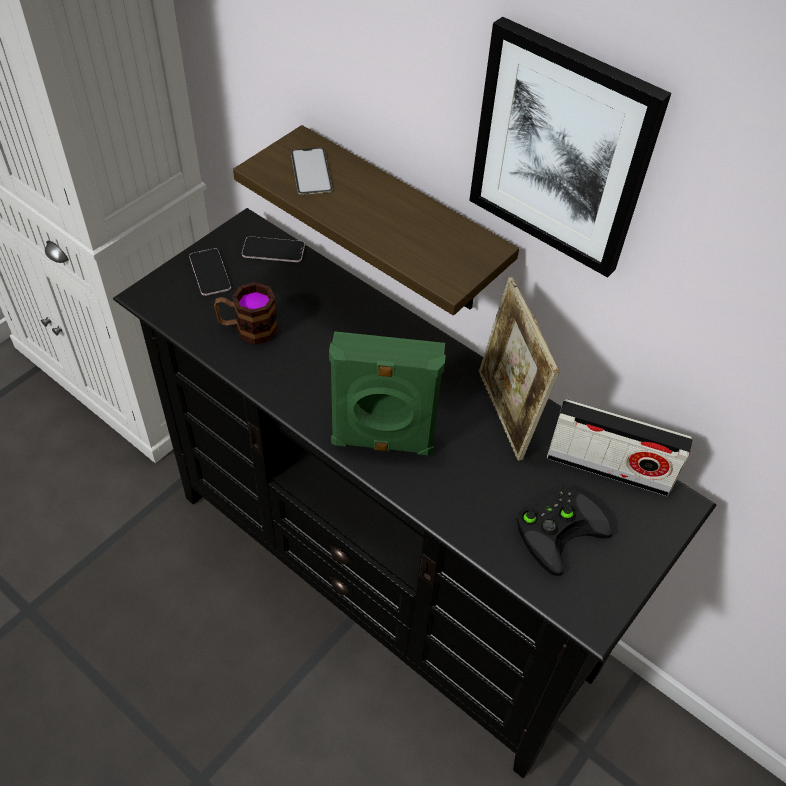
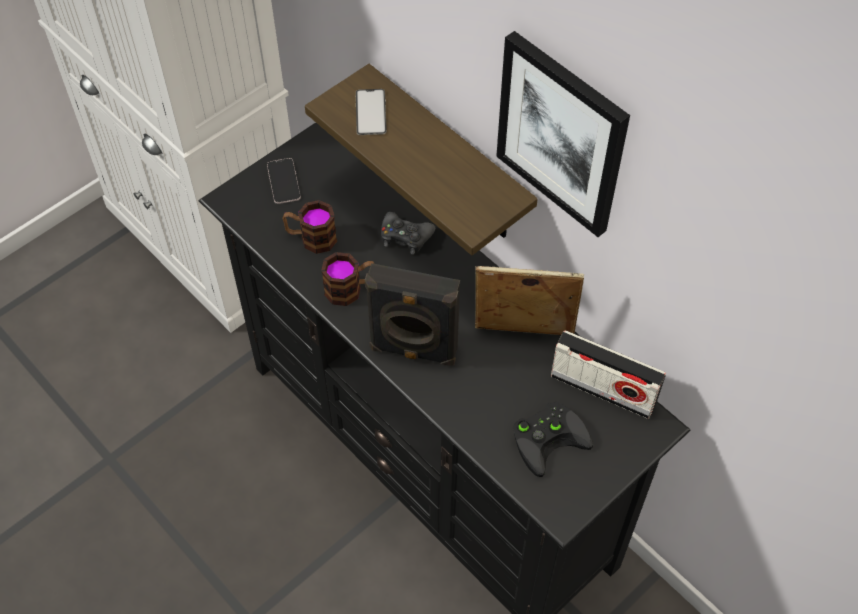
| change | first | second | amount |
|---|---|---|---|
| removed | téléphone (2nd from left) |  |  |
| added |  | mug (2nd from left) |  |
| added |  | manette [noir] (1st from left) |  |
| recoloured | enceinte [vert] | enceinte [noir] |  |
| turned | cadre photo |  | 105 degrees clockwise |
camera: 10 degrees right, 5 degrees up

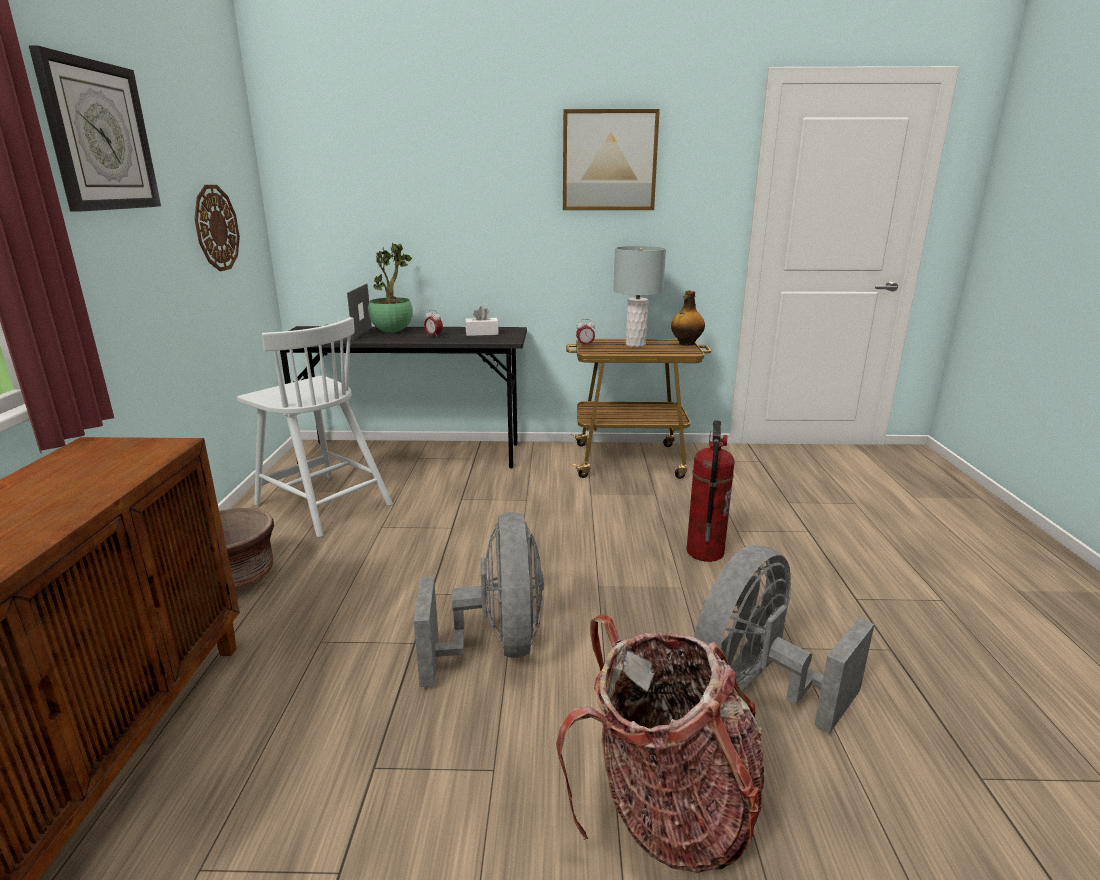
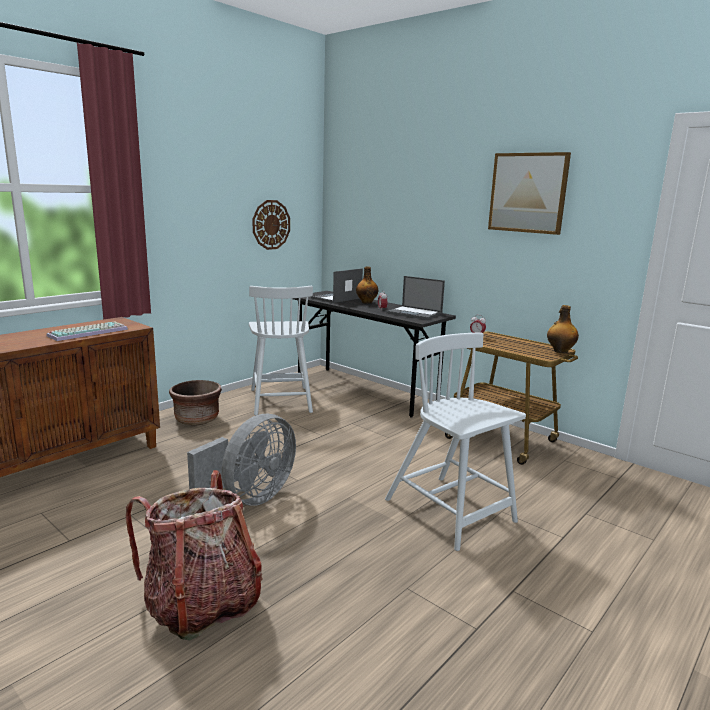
| change | first | second | amount |
|---|---|---|---|
| removed | horloge murale (1st from left) |  |  |
| removed | lampe de table [gris] |  |  |
| removed | ventilateur [gris] (2nd from left) |  |  |
| added |  | clavier |  |
| replaced | plante en pot | bouteille (1st from left) |  |
| replaced | boîte à mouchoirs [blanc] | ordinateur portable (2nd from left) |  |
| replaced | extincteur | chaise [blanc] (2nd from left) |  |
camera: 40 degrees right, 5 degrees down

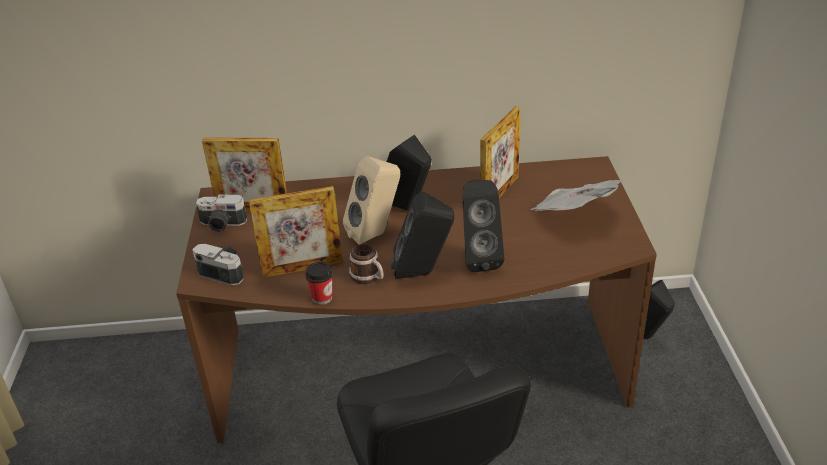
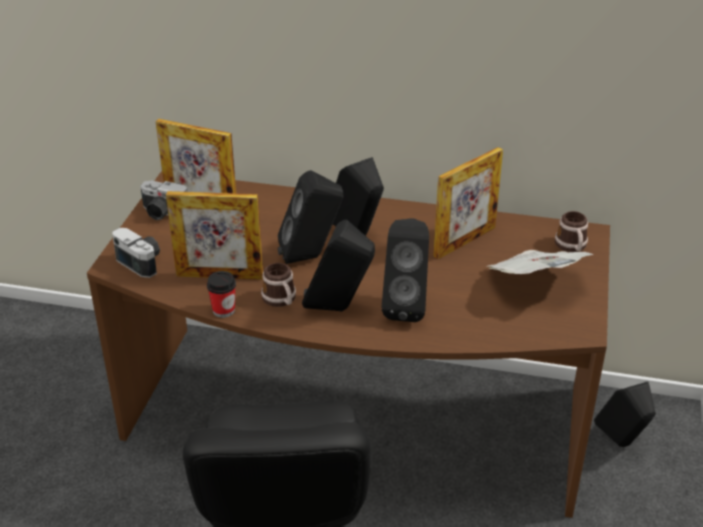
| change | first | second | amount |
|---|---|---|---|
| added |  | mug (2nd from left) |  |
| recoloured | enceinte [beige] | enceinte [noir] (1st from left) |  |
camera: 15 degrees right, 0 degrees up

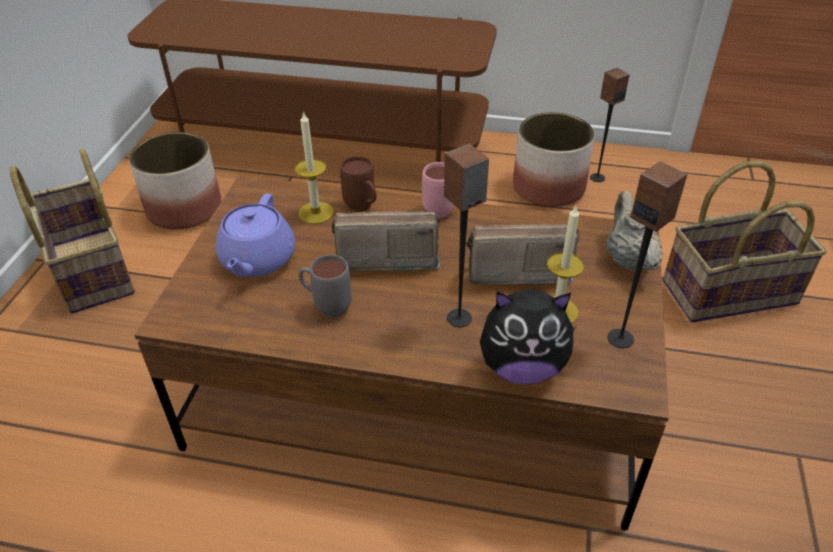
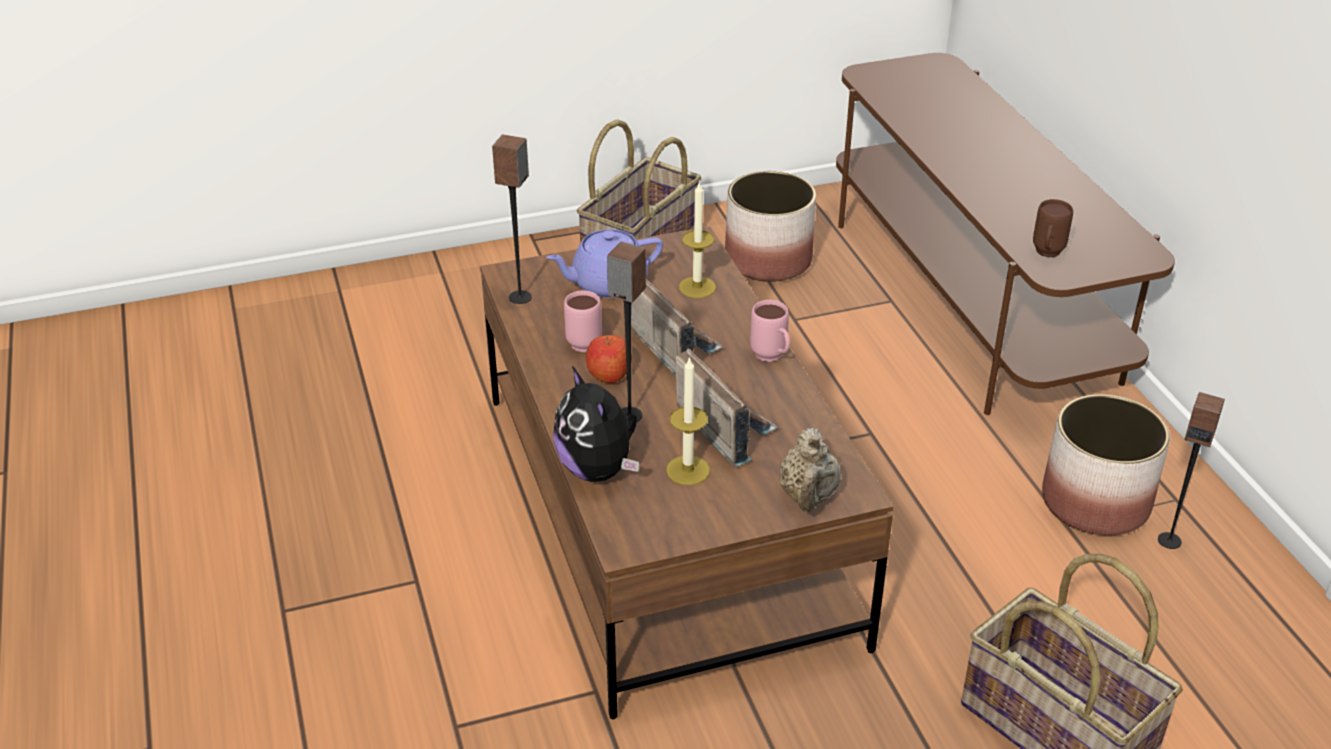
| change | first | second | amount |
|---|---|---|---|
| added |  | pomme |  |
| moved | mug [marron] |  |  |
| moved | enceinte (3rd from left in the first image) | enceinte (1st from left) |  |
| recoloured | mug [gris] | mug [rose] (1st from left) |  |
| turned | théière [beige] |  | 135 degrees clockwise |
camera: 60 degrees right, 5 degrees down

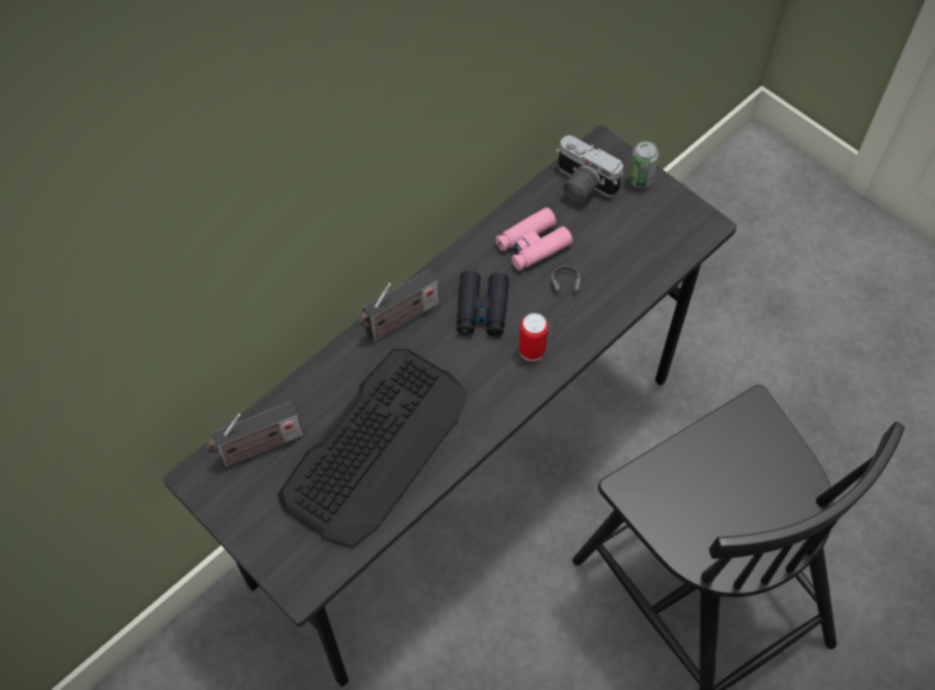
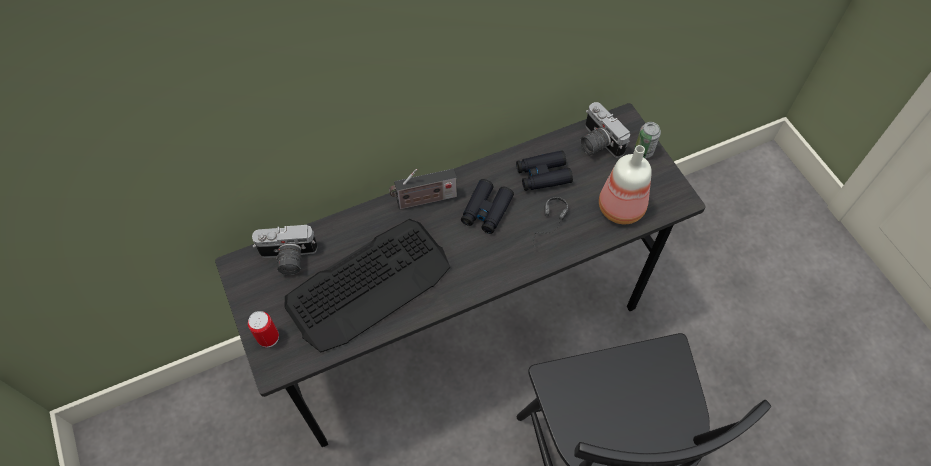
| change | first | second | amount |
|---|---|---|---|
| added |  | bouteille |  |
| moved | boîte métallique (1st from left) |  |  |
| replaced | radio (1st from left) | appareil photo (1st from left) |  |
| recoloured | jumelles [rose] | jumelles [noir] (2nd from left) |  |
camera: 20 degrees right, 0 degrees up

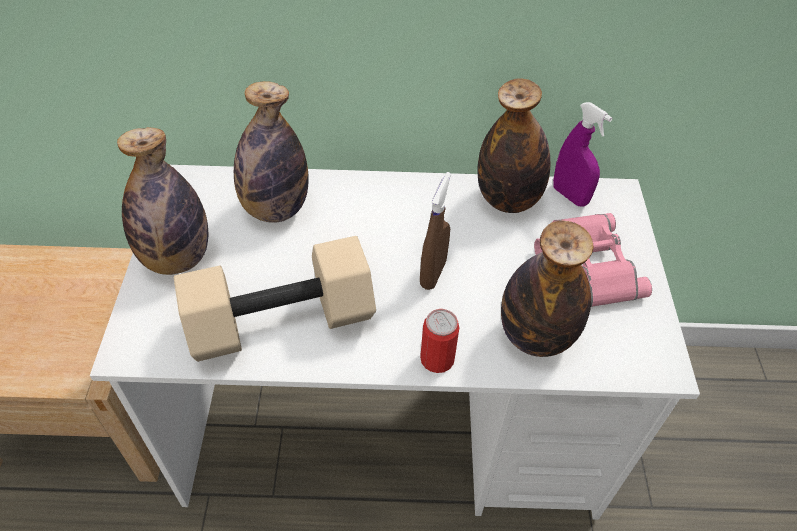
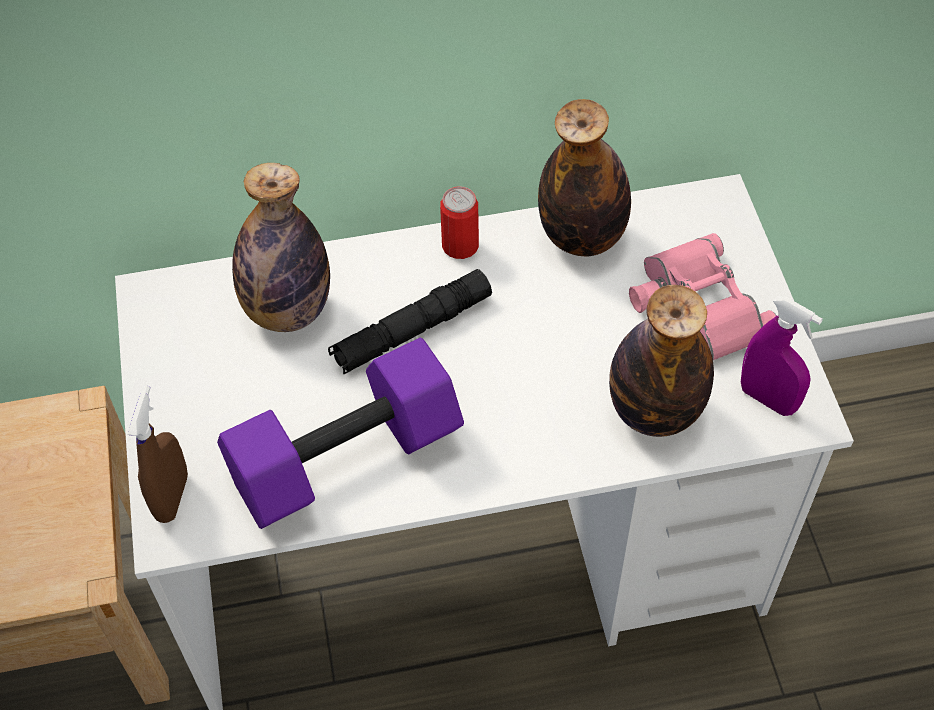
| change | first | second | amount |
|---|---|---|---|
| removed | bouteille (1st from left) |  |  |
| added |  | lampe de poche [noir] |  |
| moved | vaporisateur [marron] |  |  |
| moved | boîte métallique |  |  |
| moved | vaporisateur [violet] |  |  |
| recoloured | haltère [beige] | haltère [violet] |  |
camera: 10 degrees left, 5 degrees up

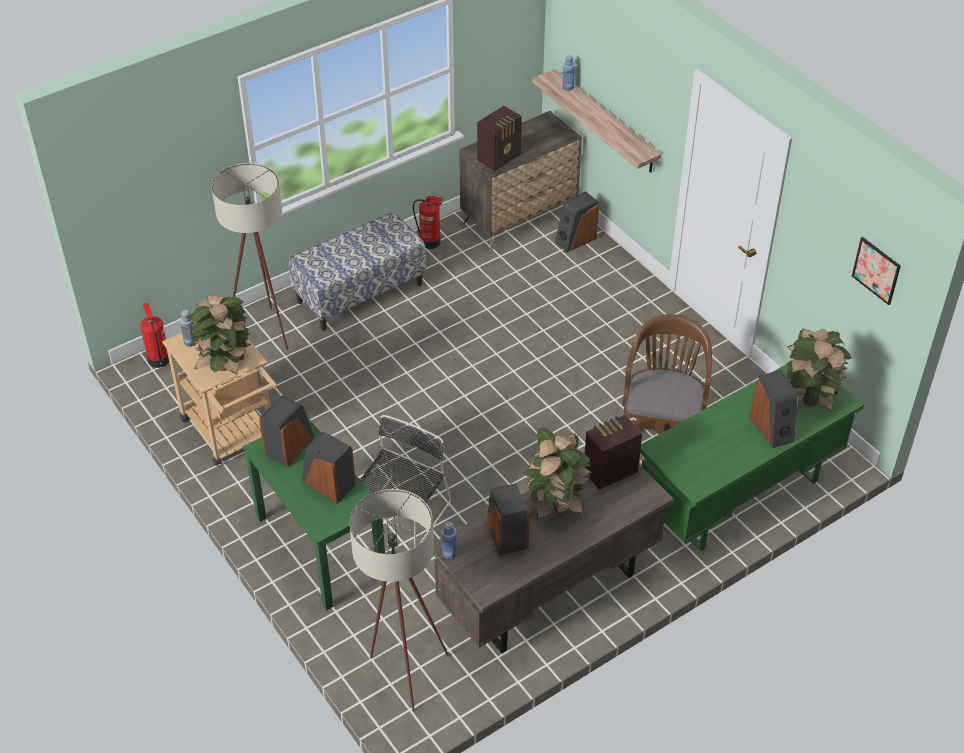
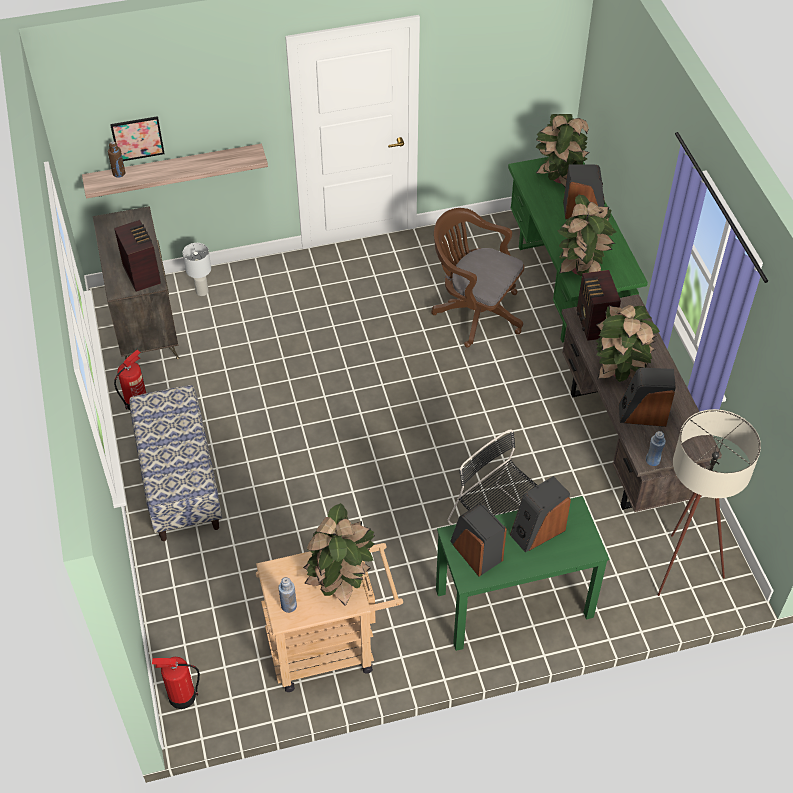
| change | first | second | amount |
|---|---|---|---|
| removed | lampadaire [beige] (1st from left) |  |  |
| added |  | plante en pot (3rd from left) |  |
| moved | tableau |  |  |
| replaced | enceinte (4th from left) | lampe de table [blanc] |  |
| recoloured | bouteille [bleu] (3rd from left) | bouteille [marron] |  |
camera: 70 degrees left, 5 degrees up

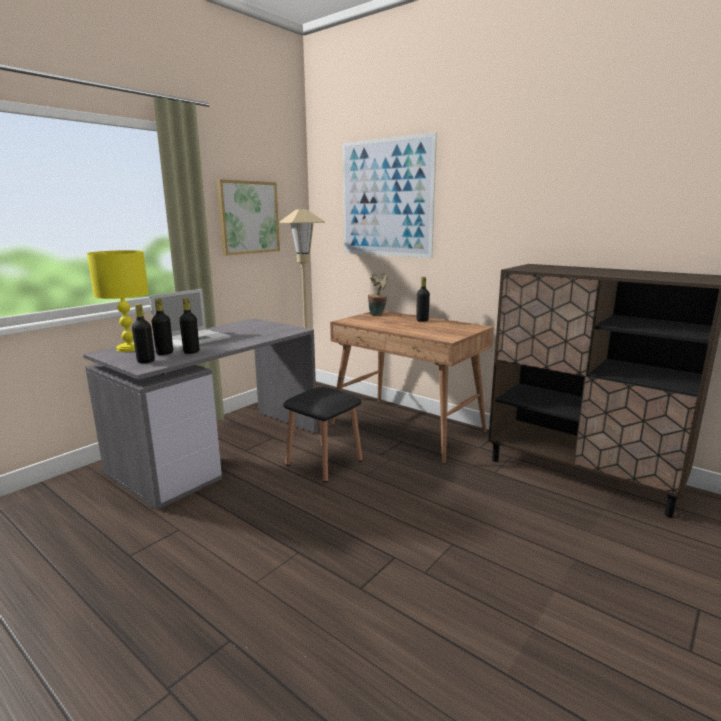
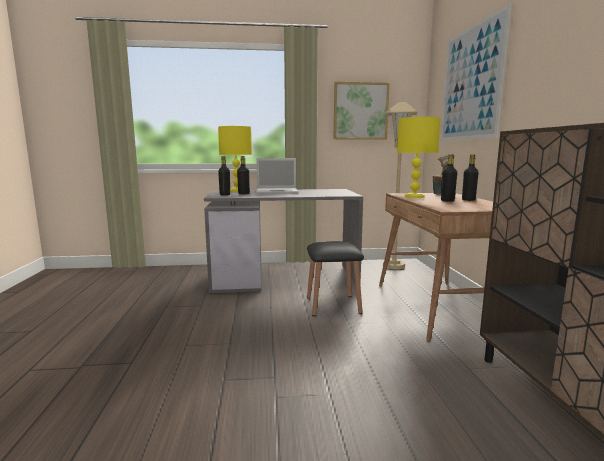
| change | first | second | amount |
|---|---|---|---|
| added |  | lampe de table [jaune] (2nd from left) |  |
| moved | bouteille [noir] (3rd from left) |  |  |
camera: 45 degrees right, 5 degrees down

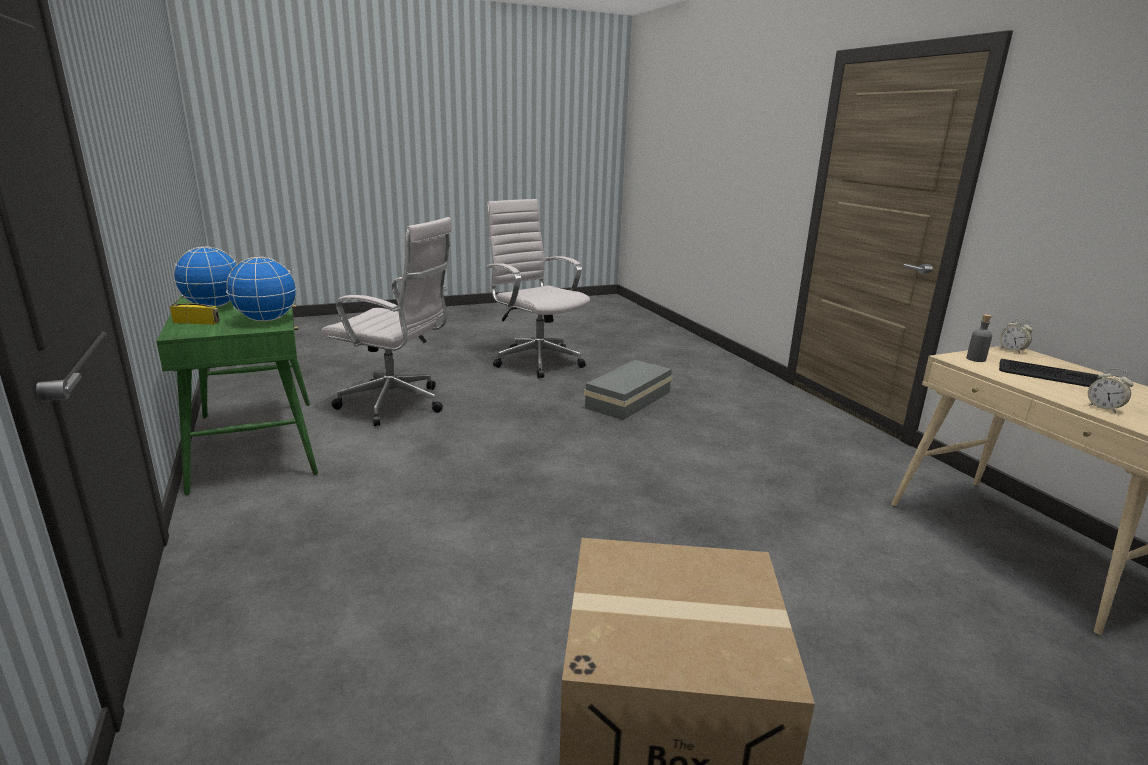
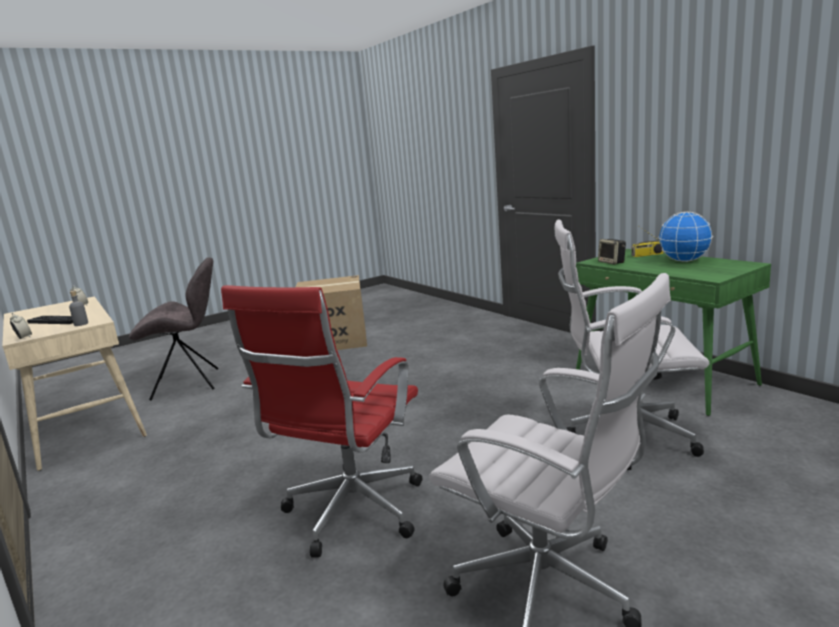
| change | first | second | amount |
|---|---|---|---|
| added |  | chaise [gris] |  |
| replaced | globe (2nd from left) | enceinte |  |
| replaced | boîte de rangement [gris] | chaise de bureau [rouge] |  |
camera: 170 degrees right, 5 degrees down

